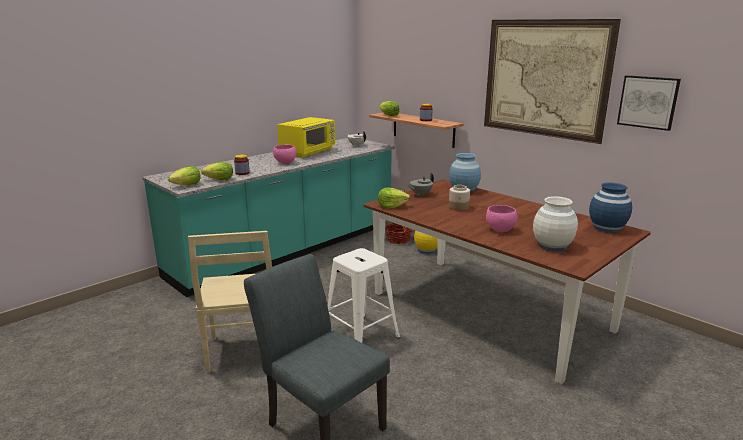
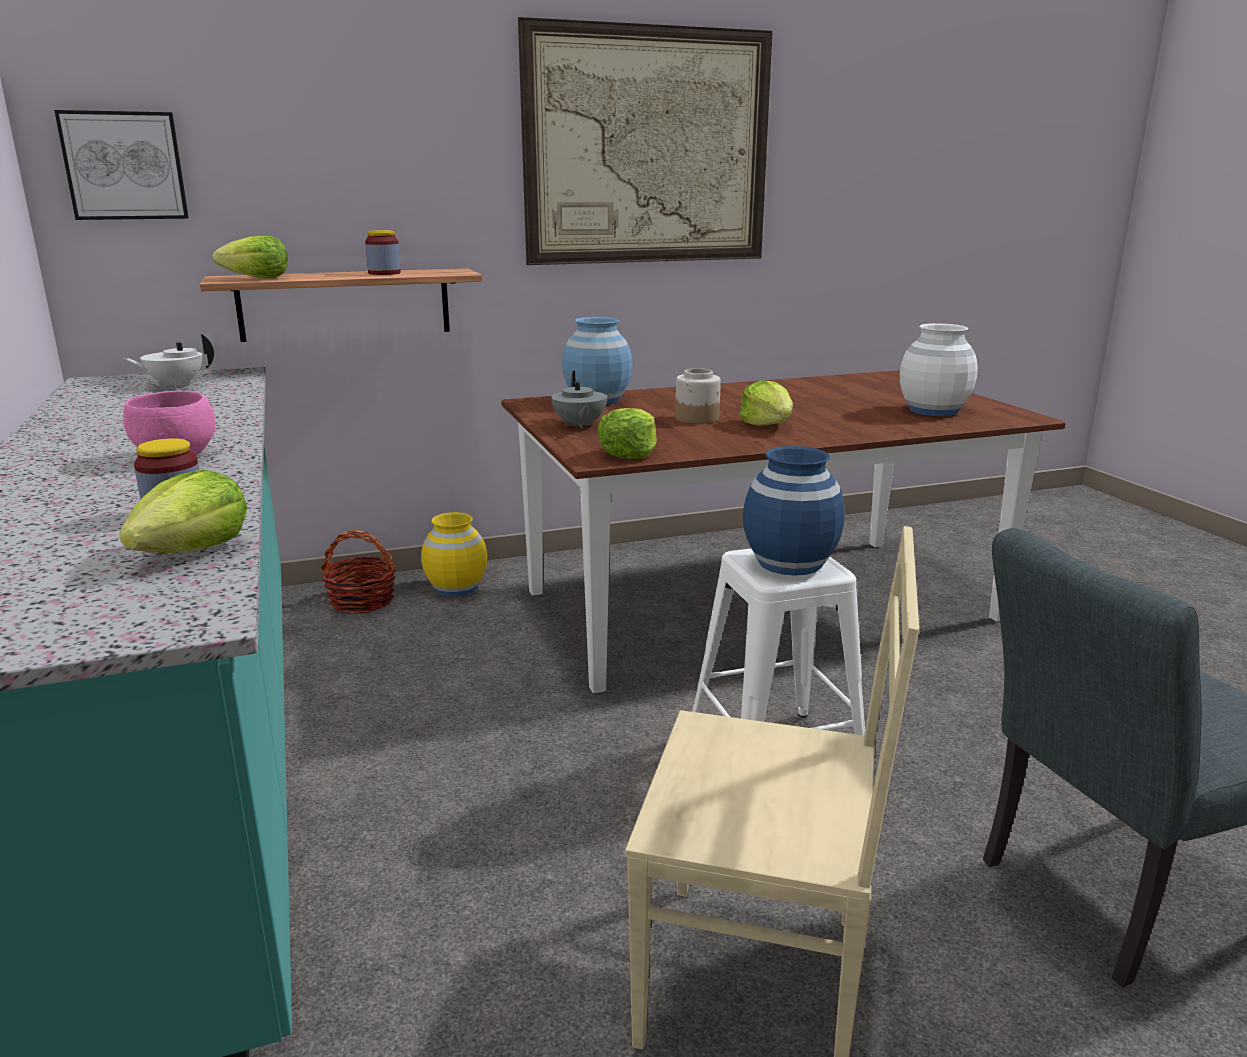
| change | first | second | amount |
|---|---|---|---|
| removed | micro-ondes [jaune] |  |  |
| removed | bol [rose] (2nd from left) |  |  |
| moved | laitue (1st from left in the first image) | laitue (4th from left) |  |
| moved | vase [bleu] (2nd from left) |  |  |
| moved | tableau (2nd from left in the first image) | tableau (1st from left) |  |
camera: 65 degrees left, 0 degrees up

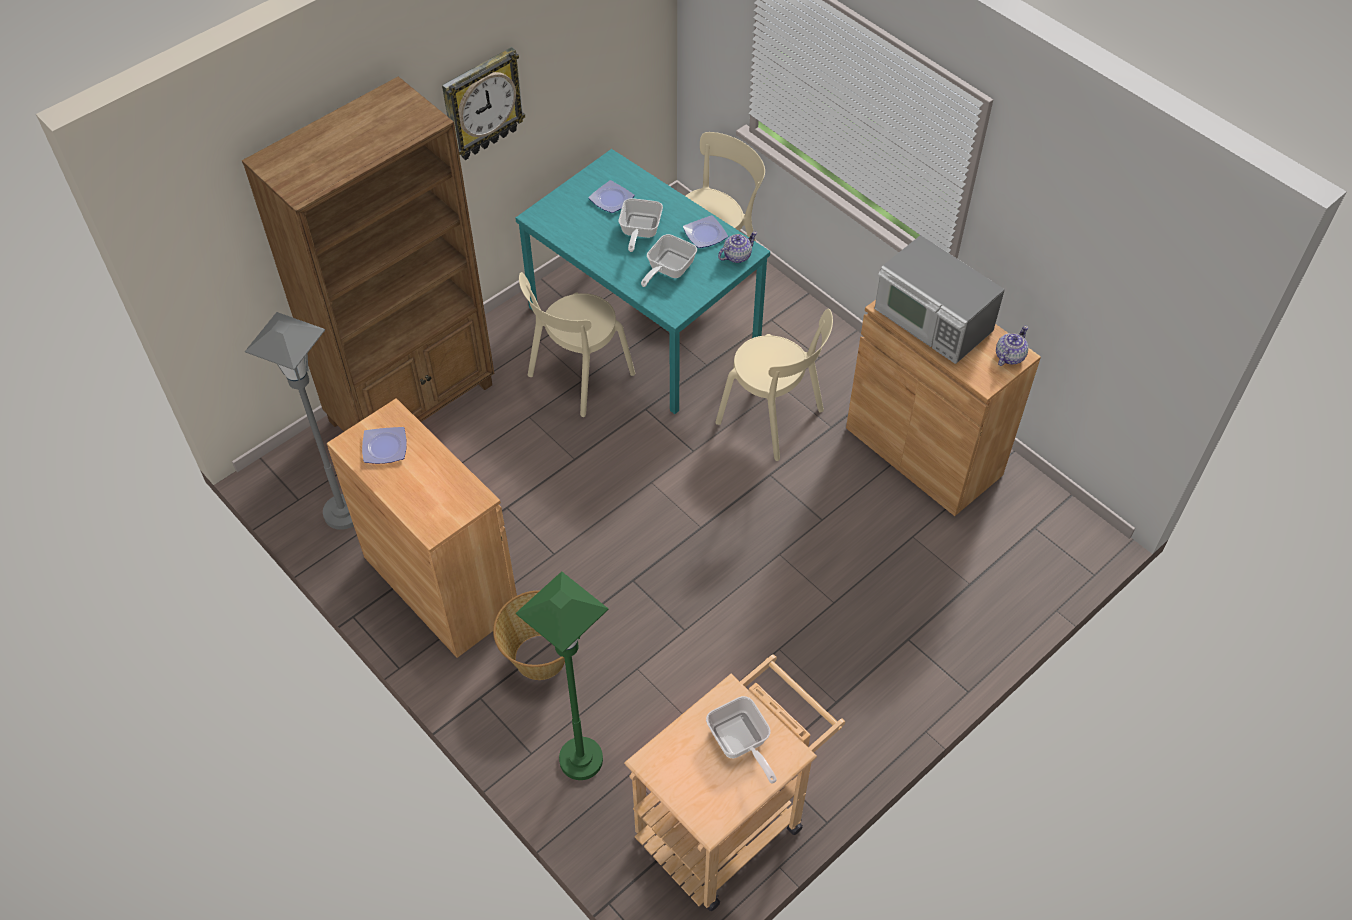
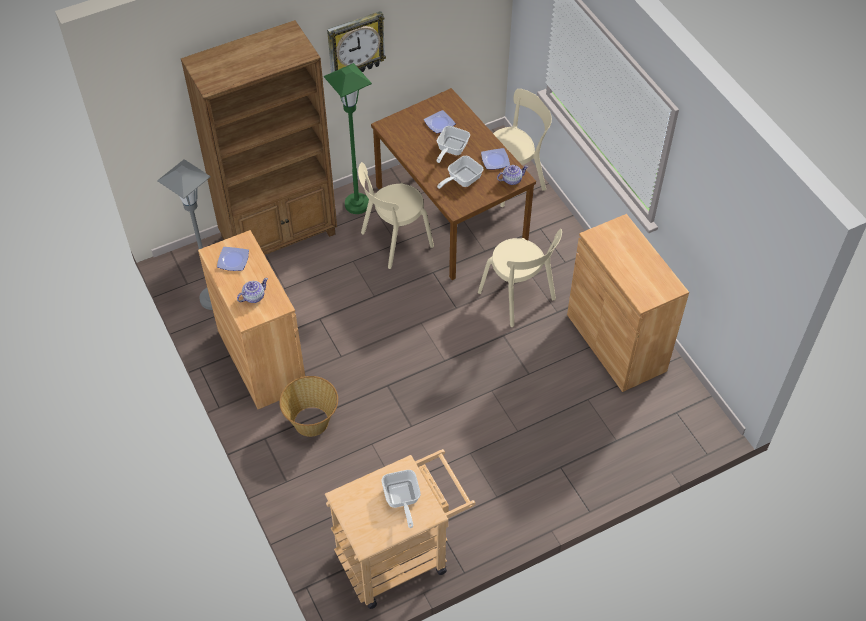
| change | first | second | amount |
|---|---|---|---|
| removed | micro-ondes |  |  |
| moved | lampadaire [vert] |  |  |
| moved | théière (2nd from left in the first image) | théière (1st from left) |  |
| recoloured | table à manger [turquoise] | table à manger [marron] |  |
camera: 15 degrees right, 0 degrees up

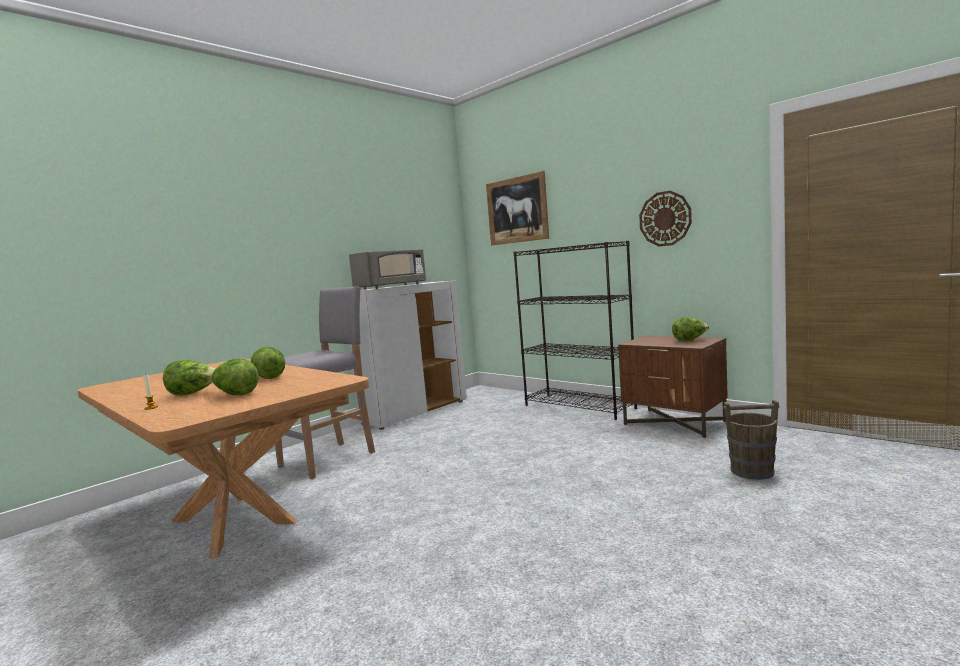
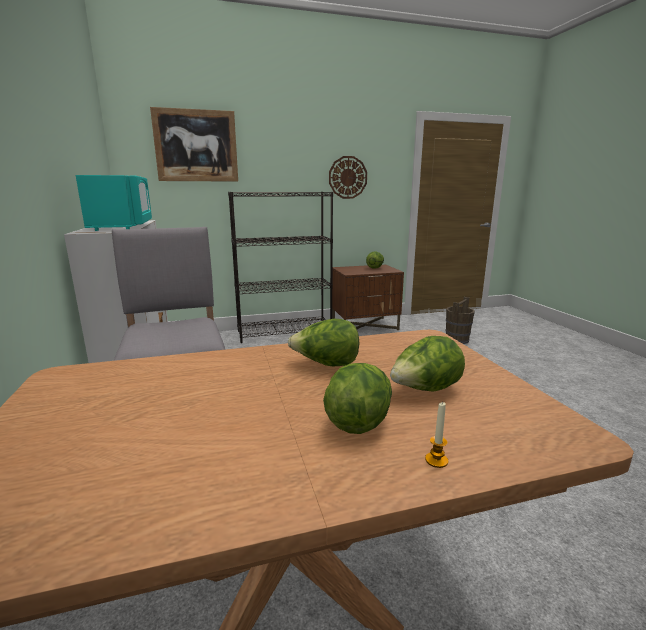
| change | first | second | amount |
|---|---|---|---|
| recoloured | micro-ondes [gris] | micro-ondes [turquoise] |  |
camera: 60 degrees left, 10 degrees up

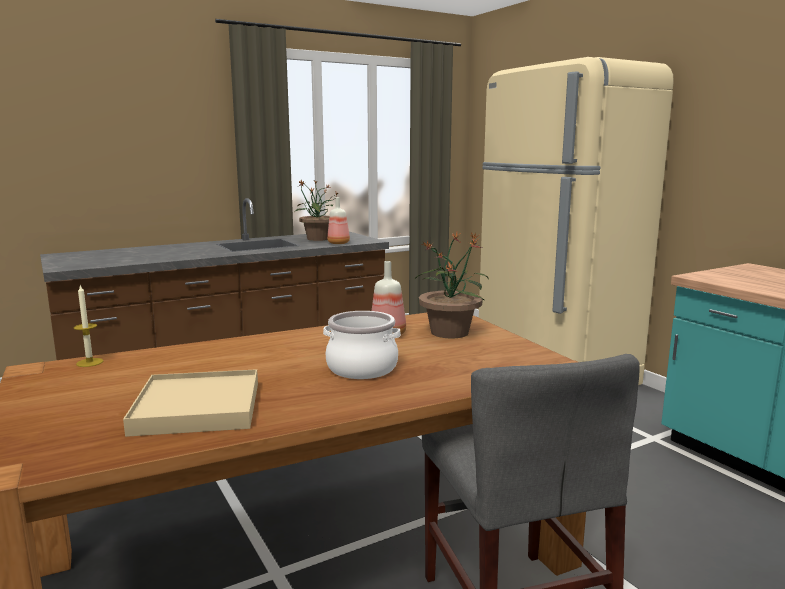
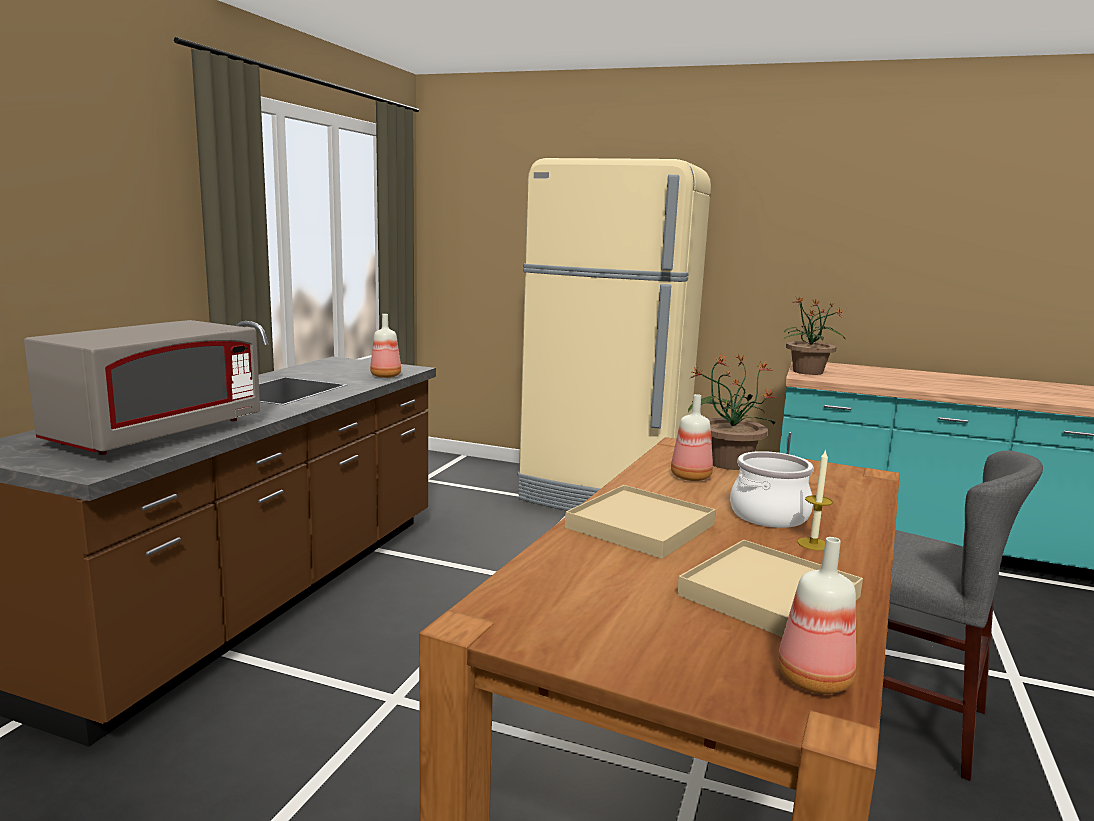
| change | first | second | amount |
|---|---|---|---|
| added |  | micro-ondes [gris] |  |
| added |  | plateau [beige] (1st from left) |  |
| added |  | bouteille (3rd from left) |  |
| moved | bougie |  |  |
| moved | plante en pot (1st from left in the first image) | plante en pot (2nd from left) |  |
camera: 40 degrees left, 0 degrees up

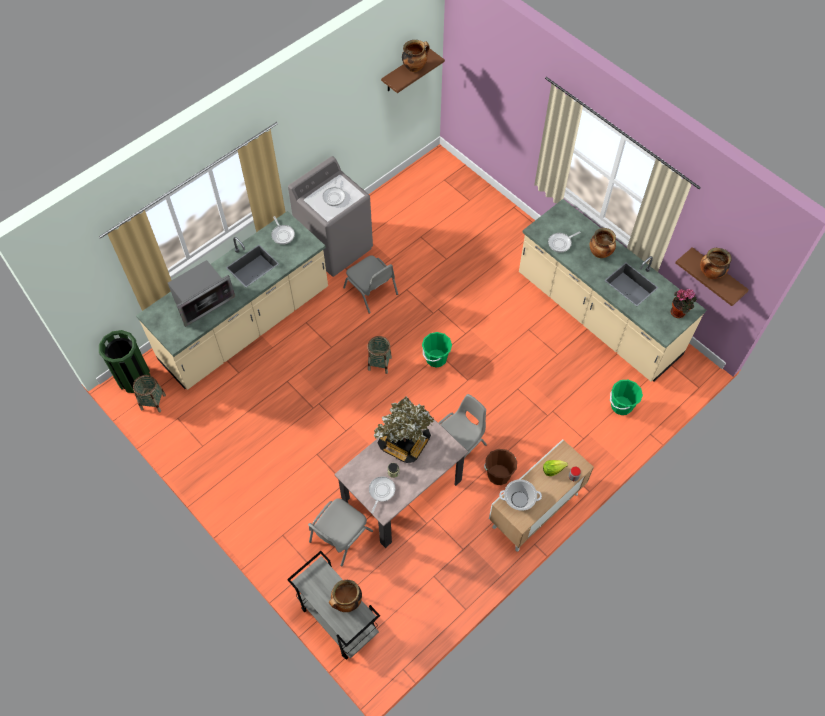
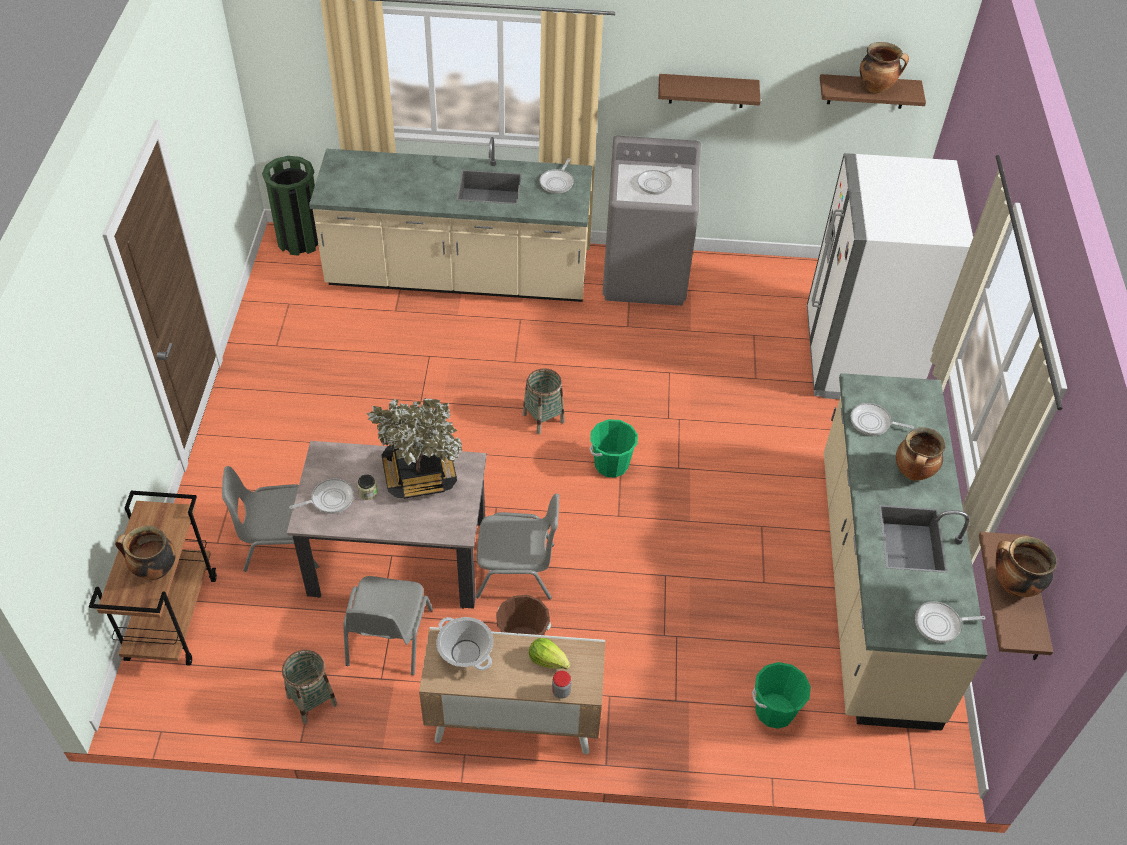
| change | first | second | amount |
|---|---|---|---|
| removed | micro-ondes |  |  |
| added |  | étagère [marron] (1st from left) |  |
| added |  | réfrigérateur [blanc] |  |
| moved | panier (1st from left) |  |  |
| moved | chaise [gris] (2nd from left) |  |  |
| replaced | plante en pot (2nd from left) | poêle (5th from left) |  |
| recoloured | chariot [gris] | chariot [marron] |  |
camera: 45 degrees right, 10 degrees down

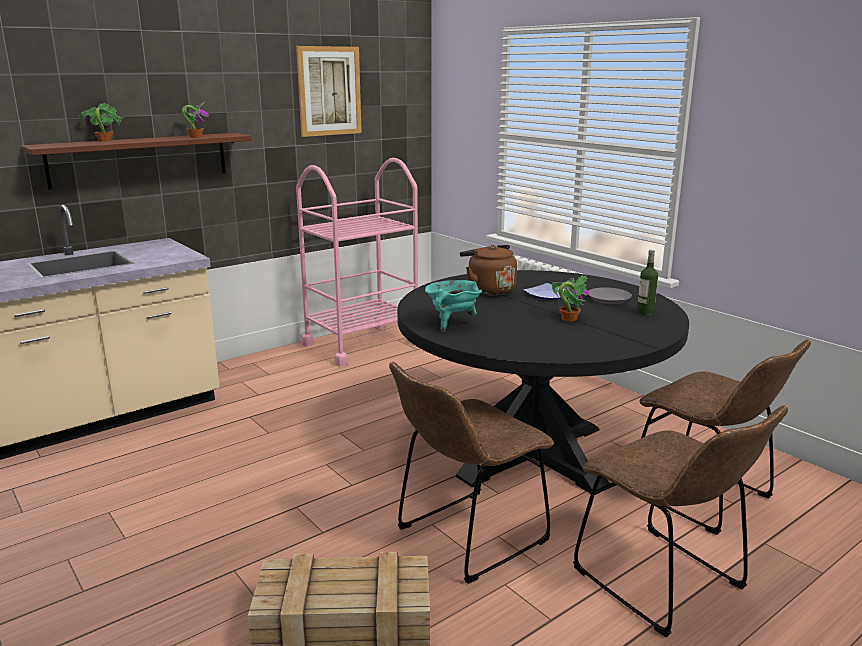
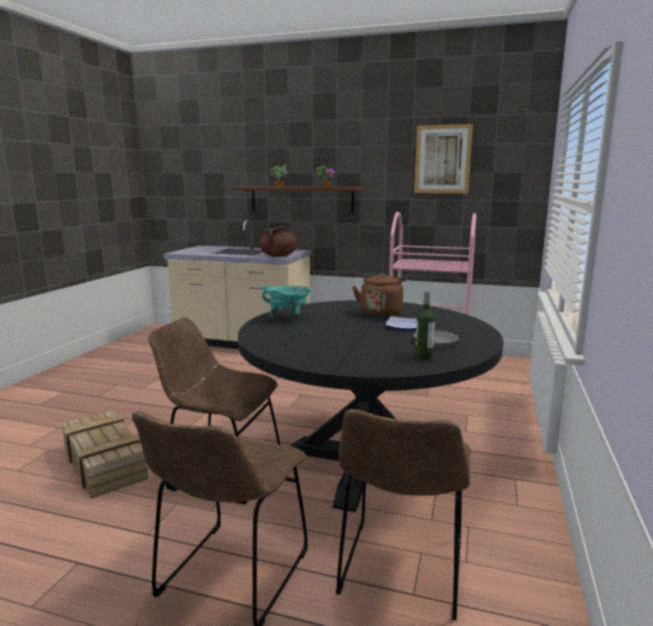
| change | first | second | amount |
|---|---|---|---|
| removed | plante en pot (3rd from left) |  |  |
| added |  | marmite [marron] |  |
camera: 55 degrees right, 5 degrees down

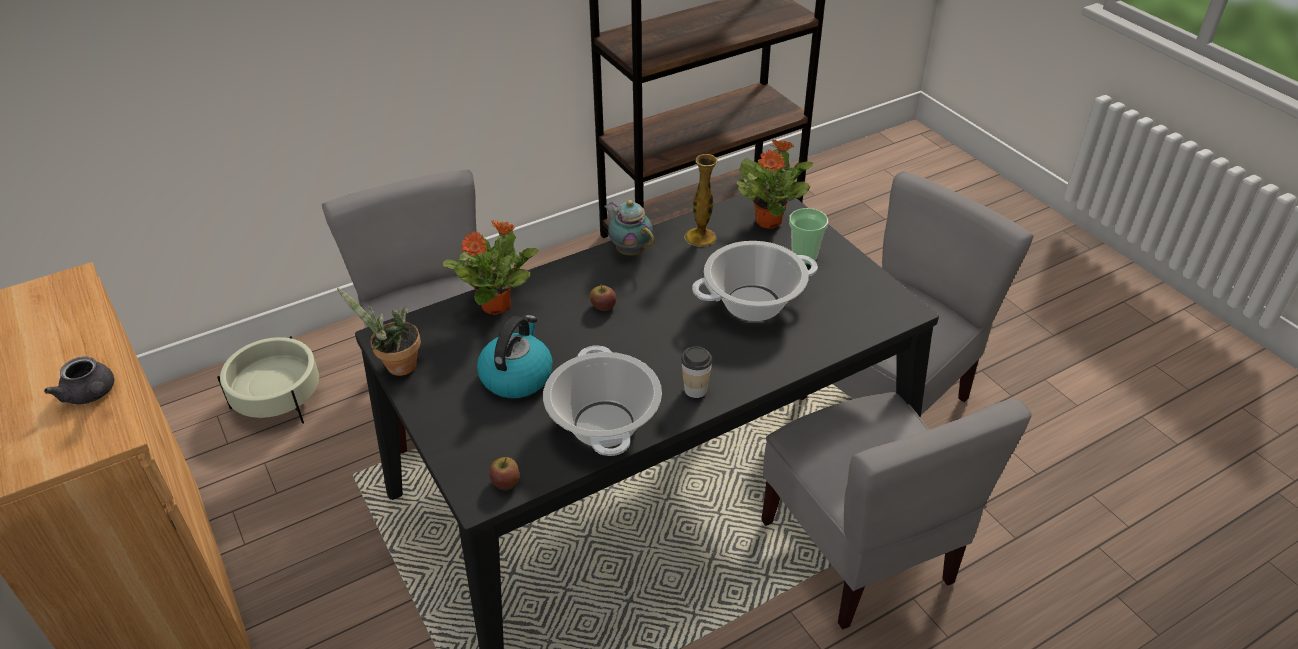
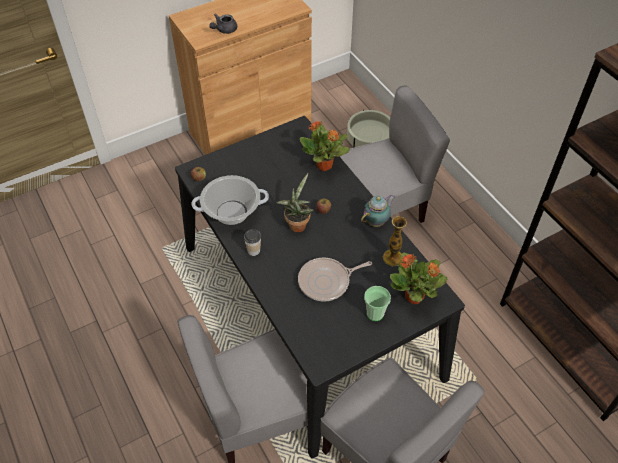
| change | first | second | amount |
|---|---|---|---|
| removed | bouilloire |  |  |
| moved | plante en pot (1st from left) |  |  |
| replaced | marmite (2nd from left) | poêle |  |
camera: 90 degrees right, 10 degrees up

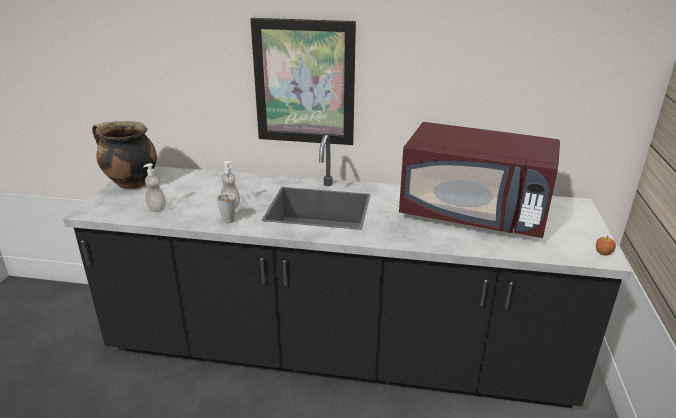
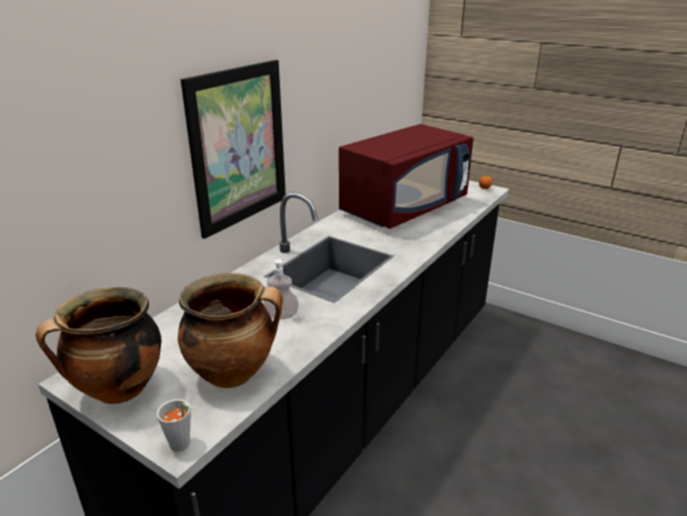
| change | first | second | amount |
|---|---|---|---|
| moved | tasse [gris] |  |  |
| replaced | distributeur de savon (1st from left) | marmite (2nd from left) |  |
camera: 65 degrees left, 0 degrees up

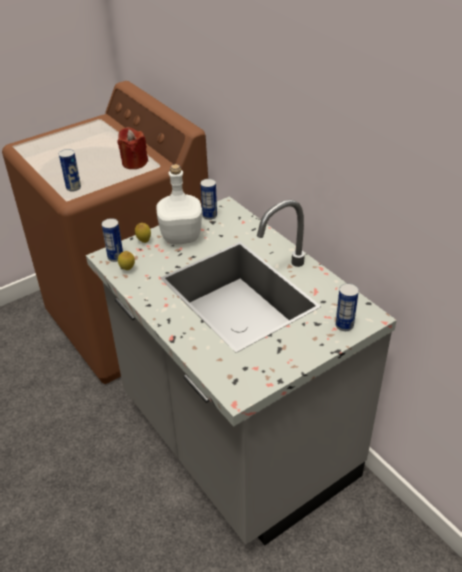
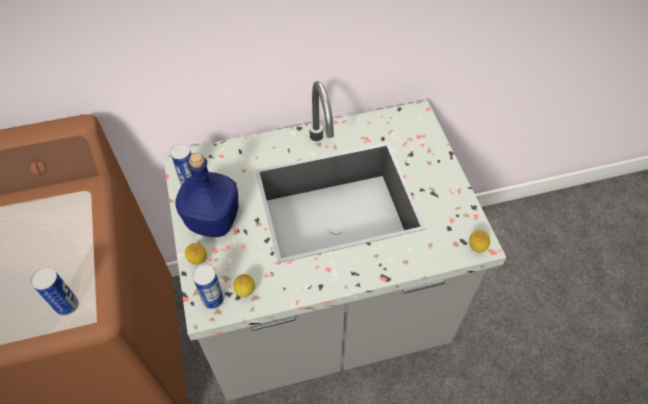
| change | first | second | amount |
|---|---|---|---|
| removed | bougie [rouge] |  |  |
| removed | boîte métallique (4th from left) |  |  |
| added |  | citron (3rd from left) |  |
| recoloured | bouteille [blanc] | bouteille [bleu] |  |
camera: 70 degrees left, 15 degrees up

